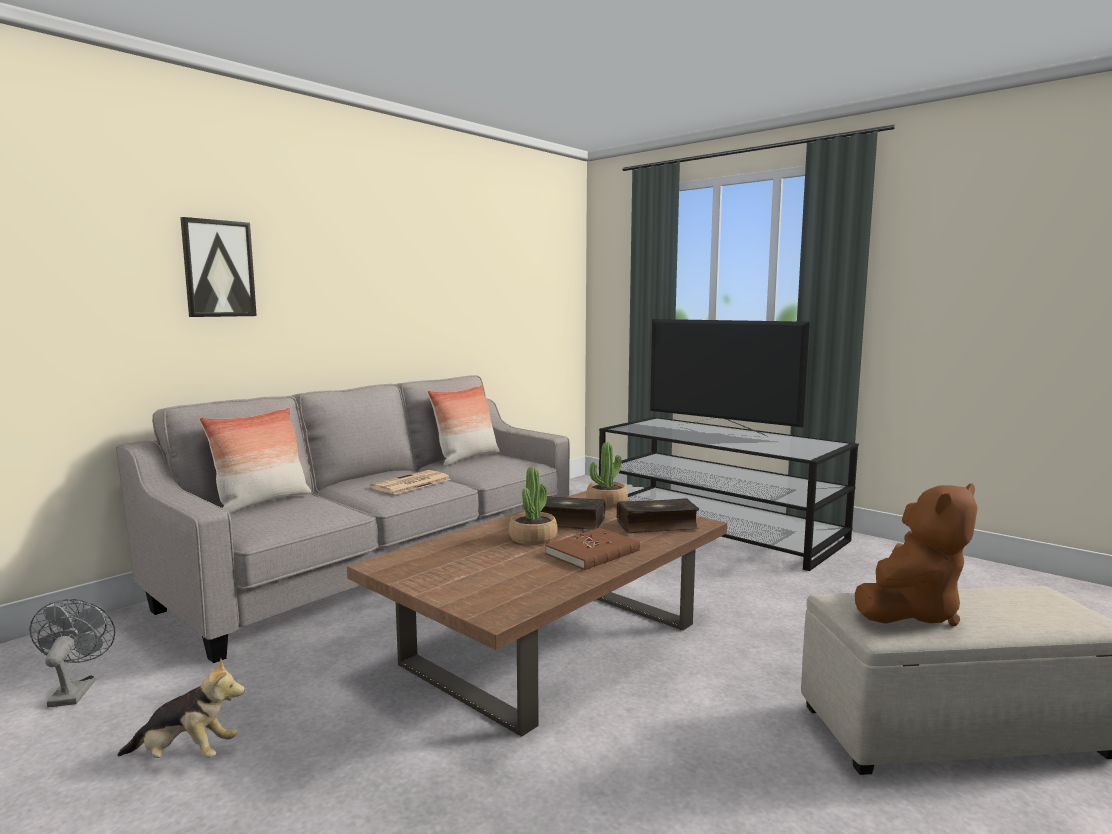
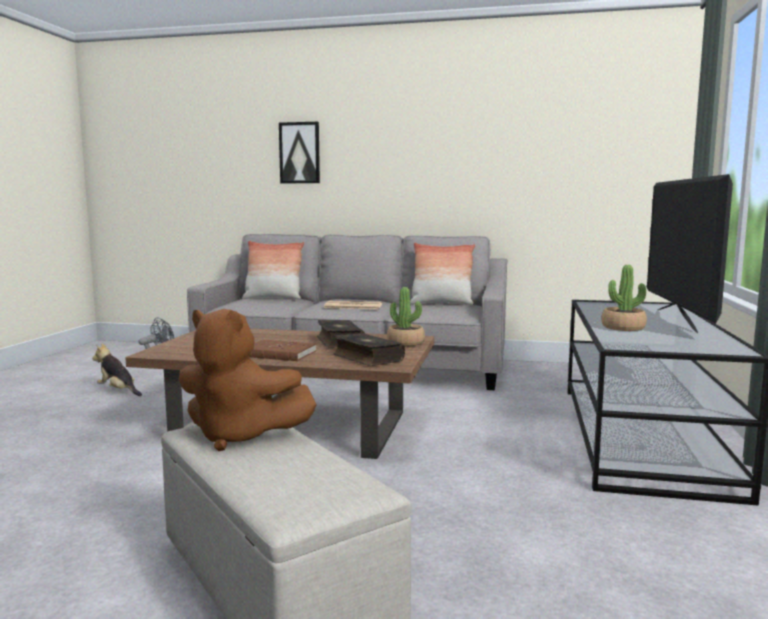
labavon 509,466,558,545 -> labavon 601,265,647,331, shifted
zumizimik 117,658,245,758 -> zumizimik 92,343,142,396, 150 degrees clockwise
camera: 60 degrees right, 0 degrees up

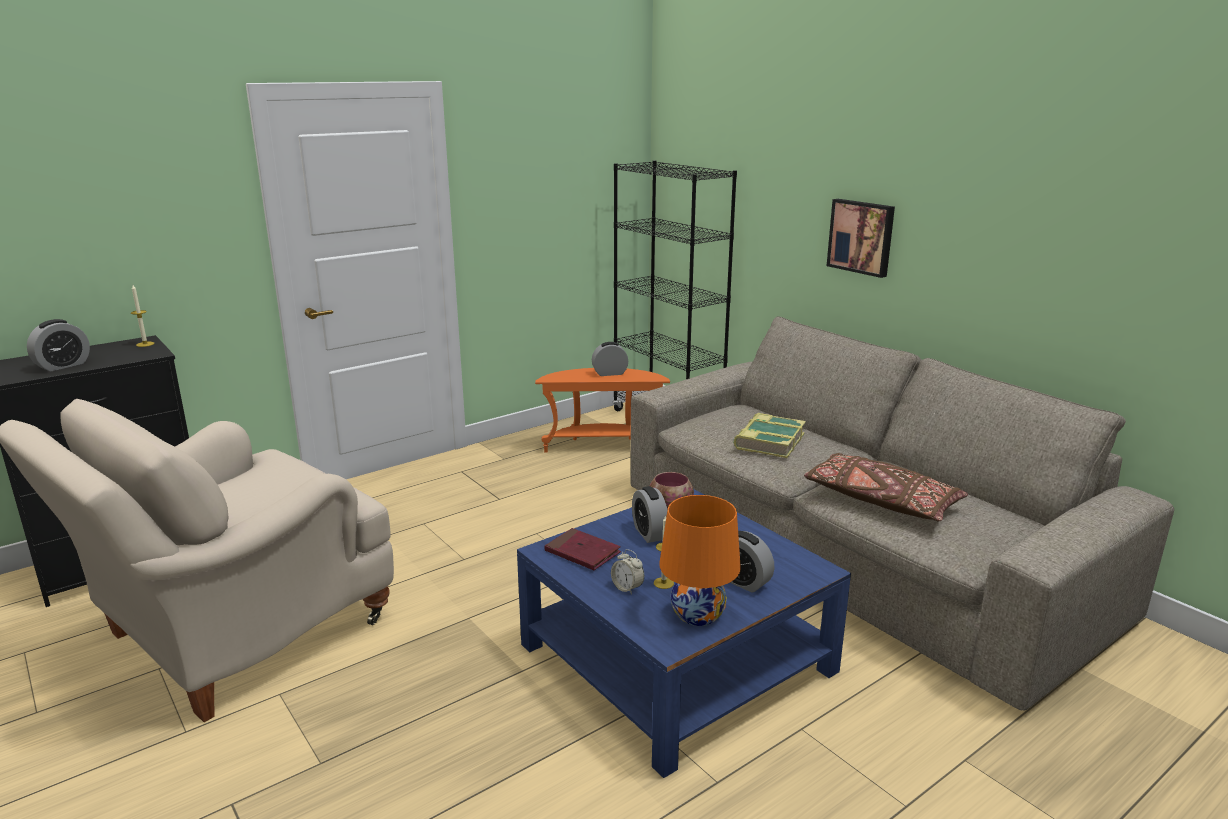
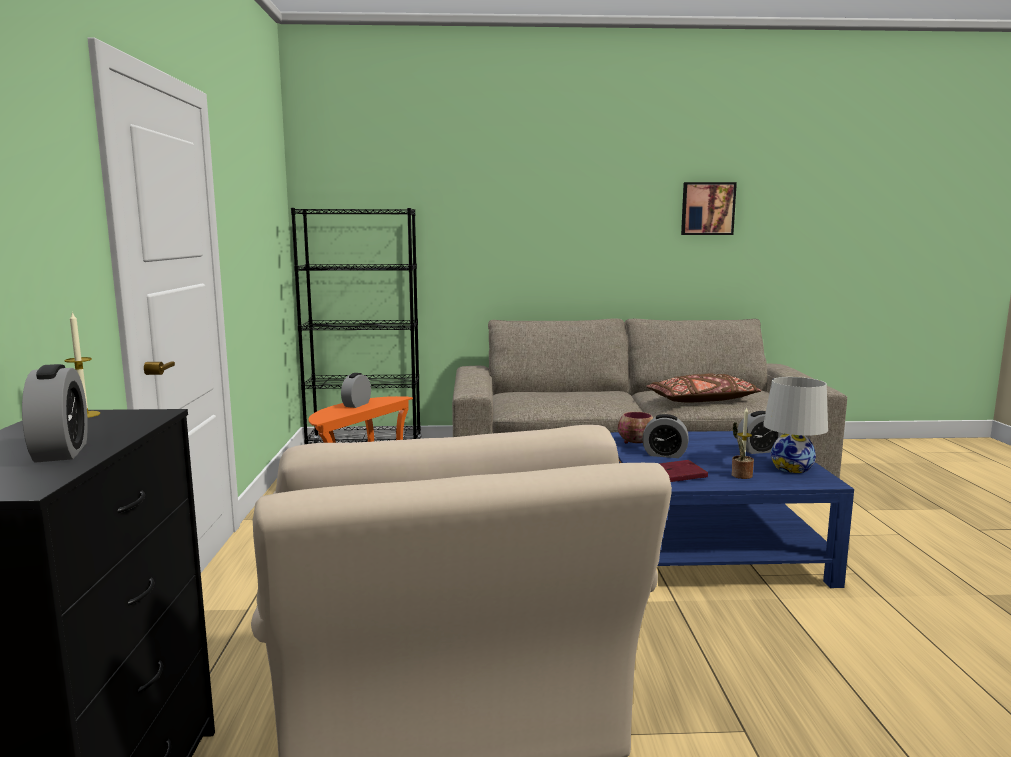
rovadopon 827,199,895,278 -> rovadopon 681,182,737,235, shifted
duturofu 733,413,806,458 -> none
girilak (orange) 659,495,741,626 -> girilak (white) 763,377,828,473
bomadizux 611,549,644,595 -> labavon 732,422,754,479
camera: 55 degrees left, 10 degrees down

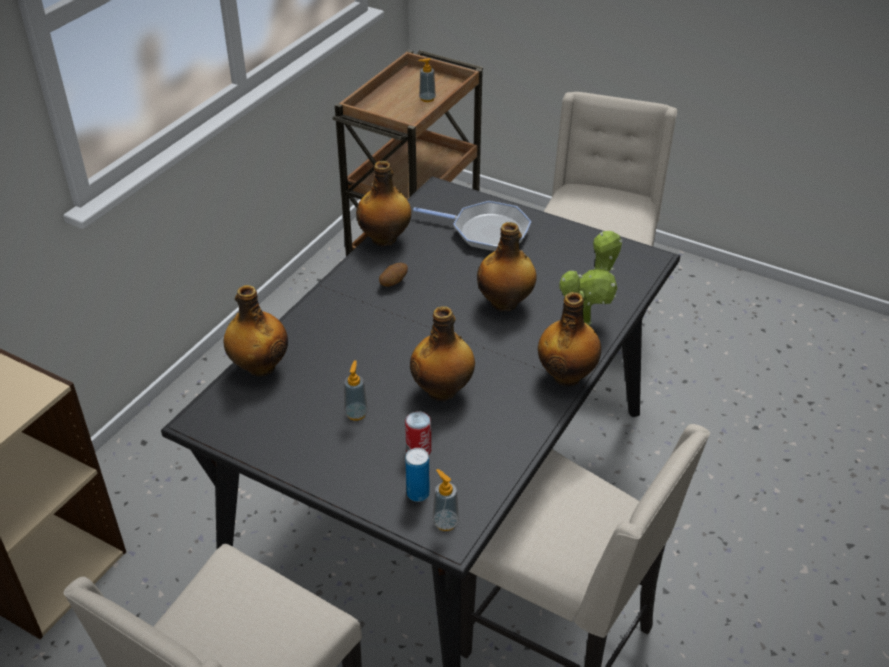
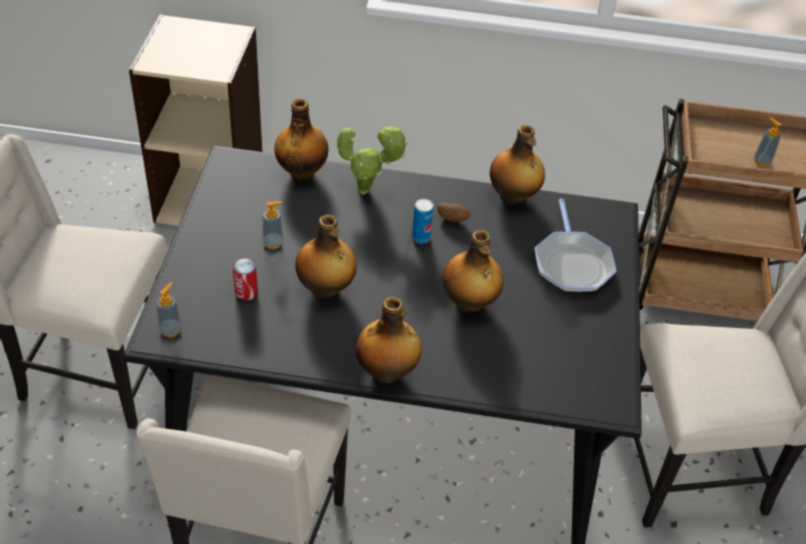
labavon 559,231,622,325 -> labavon 337,124,408,195, shifted
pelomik 405,448,430,502 -> pelomik 412,199,433,243, shifted
camera: 65 degrees right, 5 degrees up

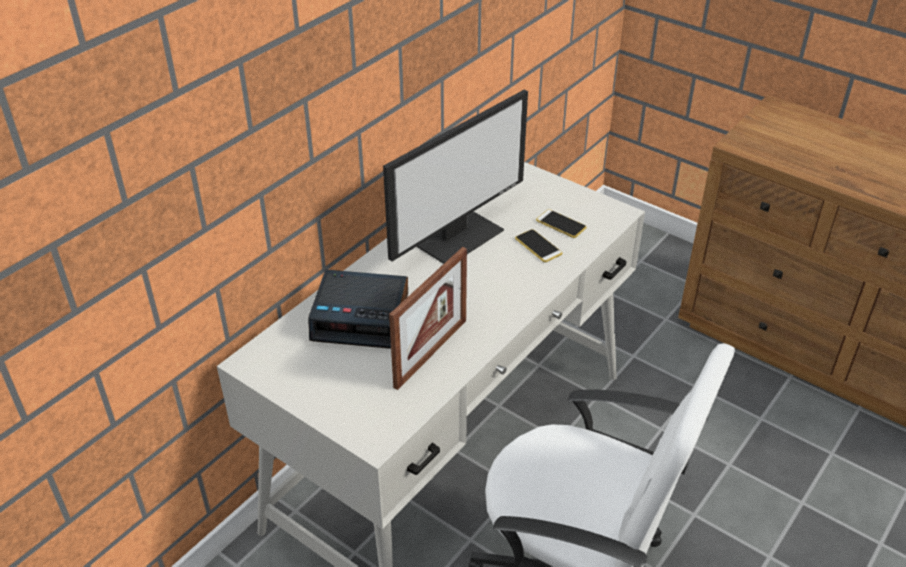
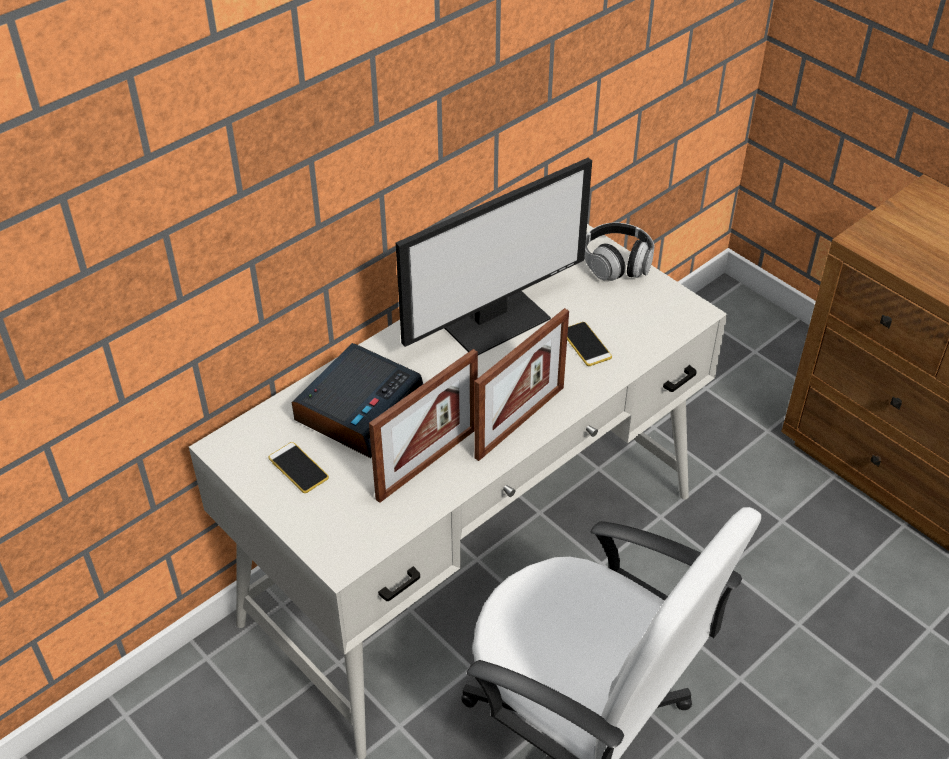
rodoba 536,209,587,238 -> rodoba 268,442,329,493, shifted
bomadizux 308,270,408,349 -> bomadizux 292,343,423,458, 75 degrees counterclockwise
none -> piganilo 584,223,655,281
none -> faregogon 474,308,569,461
camera: 10 degrees right, 5 degrees up

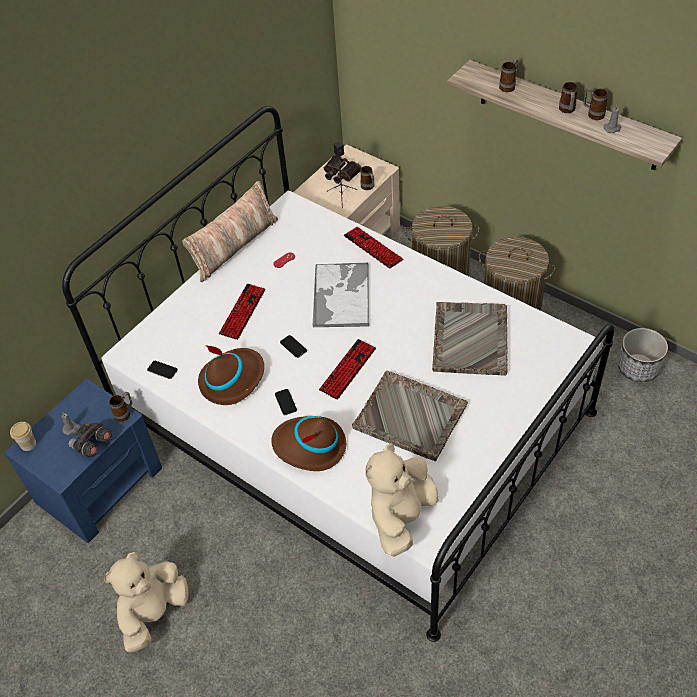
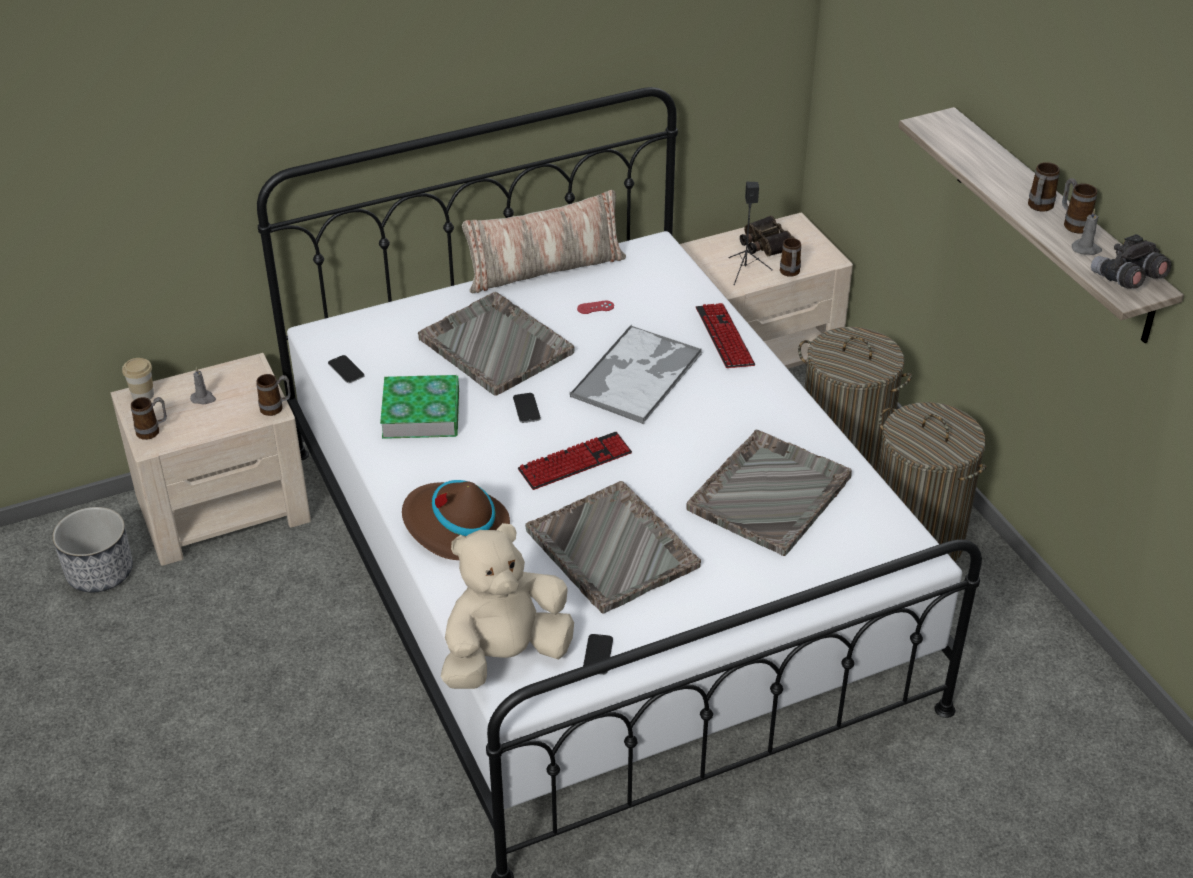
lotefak 499,58,518,92 -> lotefak 131,397,167,440, shifted
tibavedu 219,284,266,340 -> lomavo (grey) 418,292,575,396
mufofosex 618,328,668,382 -> mufofosex 52,507,133,592, shifted
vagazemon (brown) 198,345,264,405 -> duturofu 380,375,459,439
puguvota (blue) 4,378,162,543 -> puguvota (beige) 111,353,311,566
rodoba 275,389,297,415 -> rodoba 583,634,613,675, shifted
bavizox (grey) 68,423,112,457 -> bavizox (grey) 1091,234,1171,289, shifted
zumizimik (beige) 104,552,189,653 -> none
camera: 25 degrees right, 10 degrees down

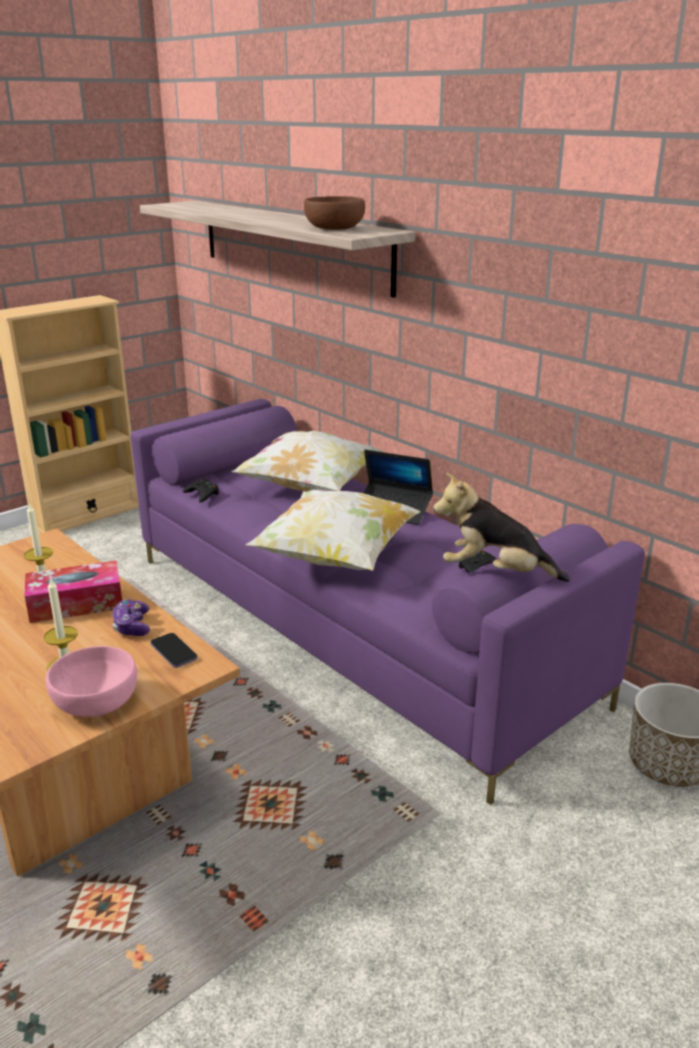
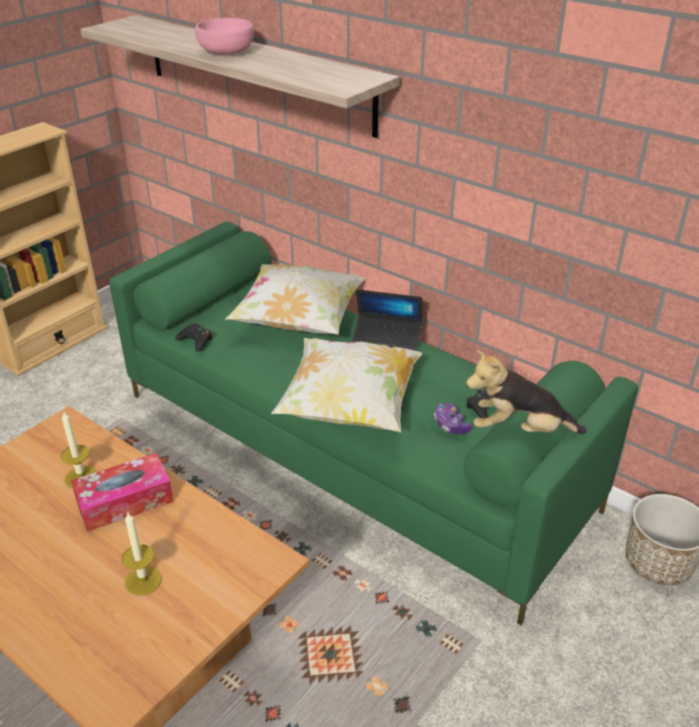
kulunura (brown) 304,196,365,230 -> none
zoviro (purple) 131,399,645,805 -> zoviro (green) 109,222,638,625
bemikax 113,599,150,636 -> bemikax 434,403,472,434, shifted
rodoba 150,633,198,668 -> none
kulunura (pink) 46,646,137,717 -> kulunura (pink) 195,18,254,55, shifted
camera: 10 degrees left, 10 degrees up

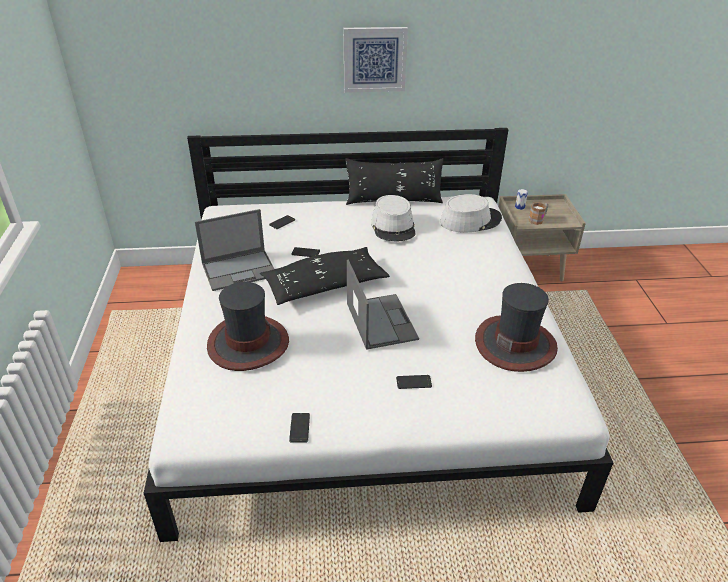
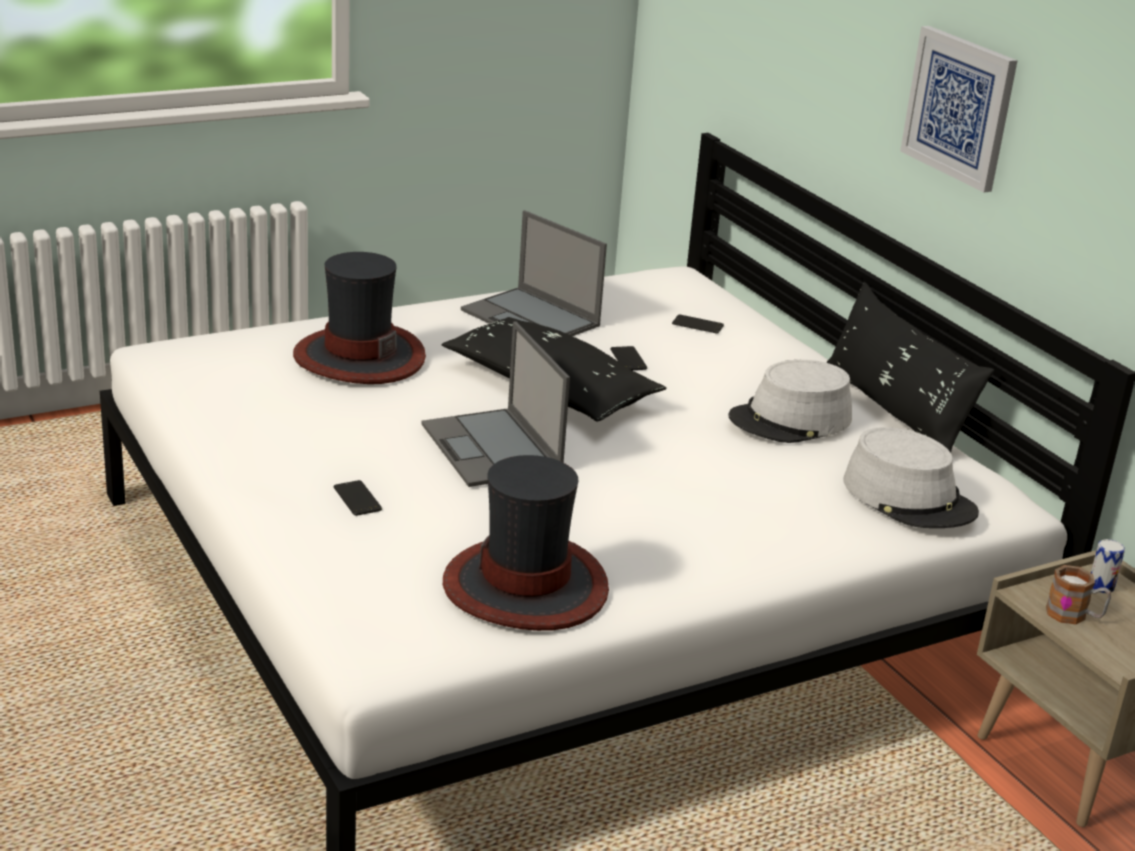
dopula 347,260,419,350 -> dopula 421,321,570,487, 105 degrees clockwise
rodoba 289,413,310,443 -> none
camera: 65 degrees right, 10 degrees down

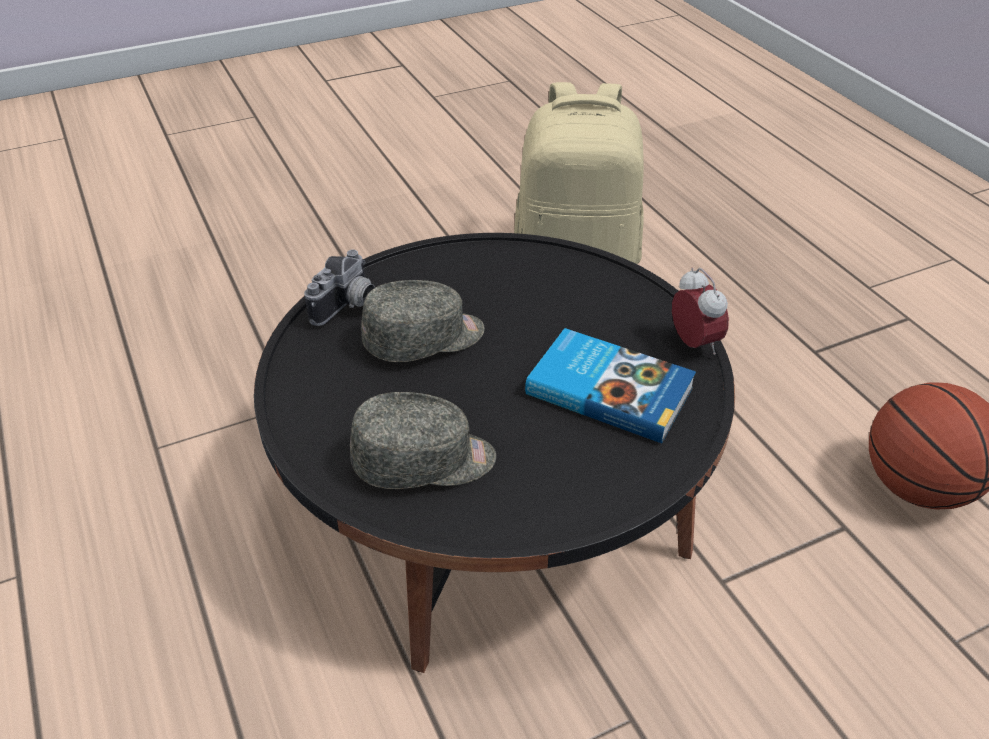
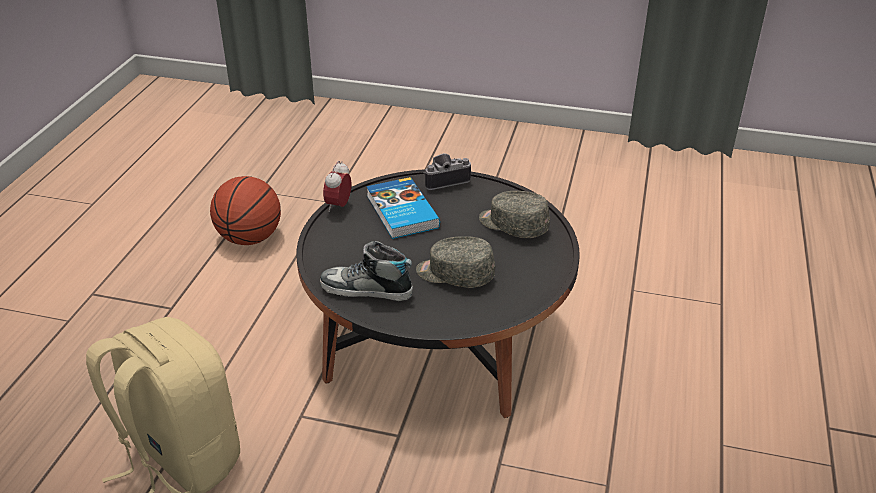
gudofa 304,250,375,326 -> gudofa 423,153,471,190, shifted
none -> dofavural 320,241,413,301
camera: 140 degrees left, 5 degrees down

